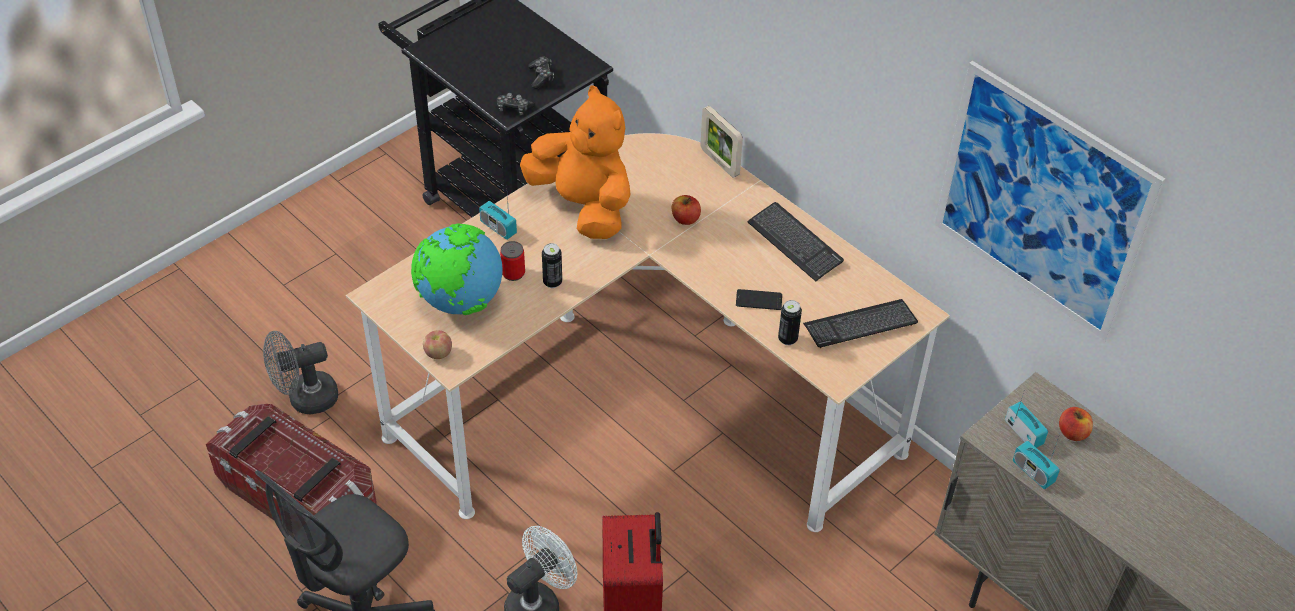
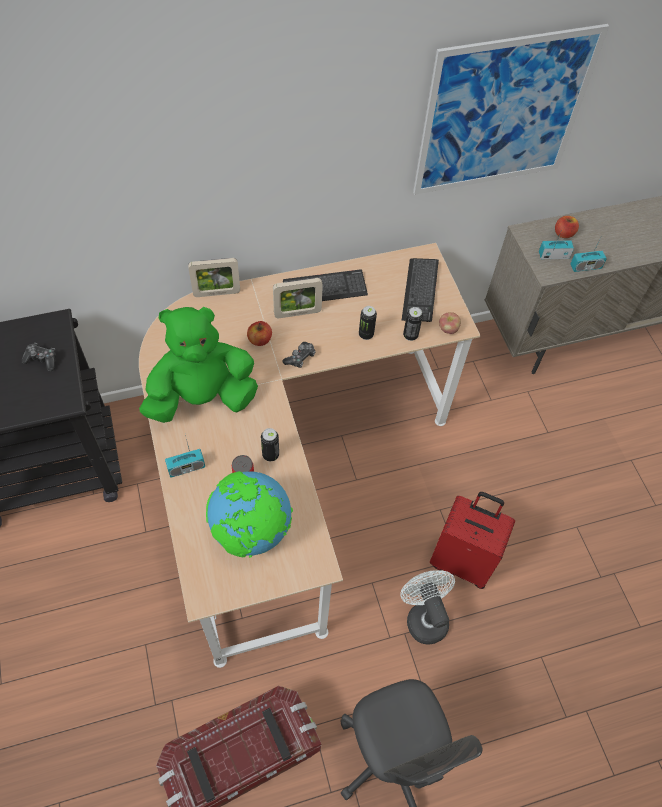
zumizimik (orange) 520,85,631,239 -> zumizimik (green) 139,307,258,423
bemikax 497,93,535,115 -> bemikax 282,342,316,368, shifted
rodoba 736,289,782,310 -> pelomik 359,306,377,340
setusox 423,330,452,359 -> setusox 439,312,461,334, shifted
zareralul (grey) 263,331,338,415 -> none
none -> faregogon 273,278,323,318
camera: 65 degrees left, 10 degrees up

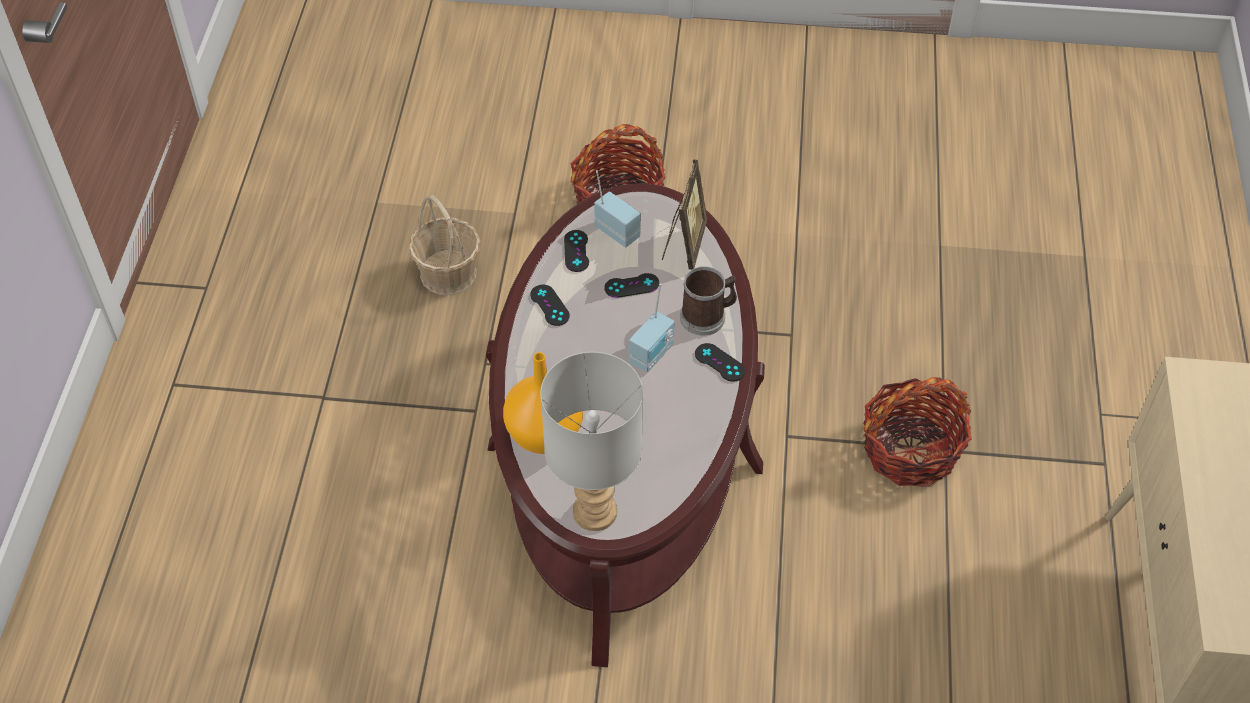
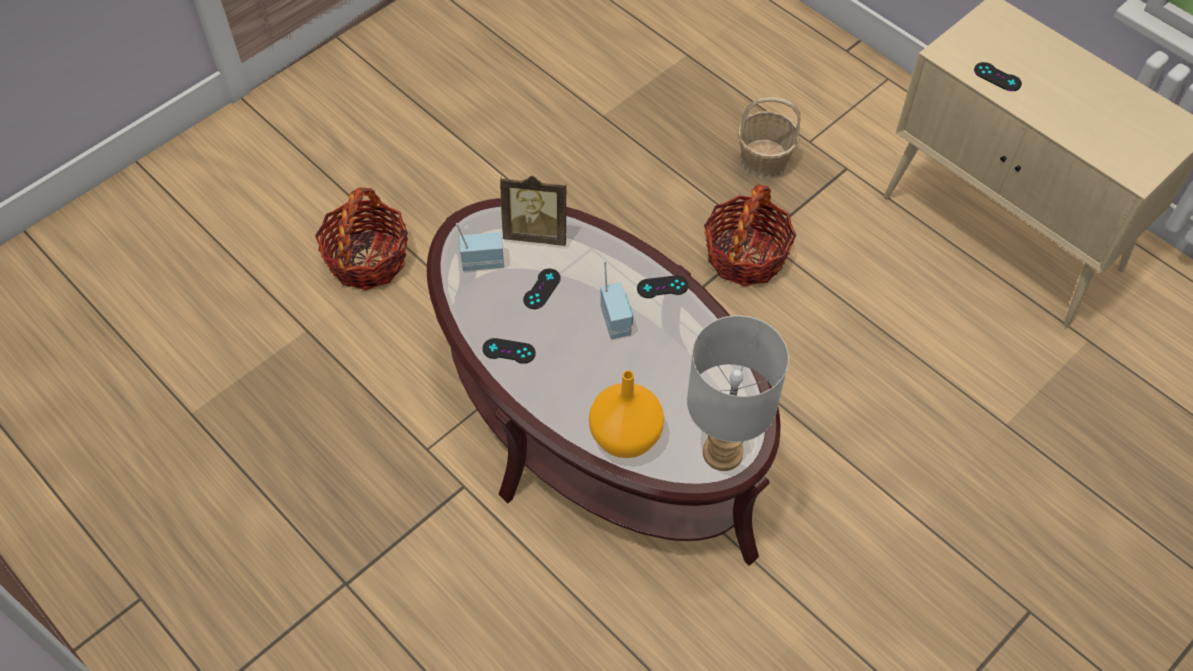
faregogon 662,160,707,270 -> faregogon 500,176,566,246, 135 degrees clockwise
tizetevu 409,195,480,295 -> tizetevu 737,97,800,179, shifted
bemikax (black) 564,230,589,272 -> bemikax (black) 974,62,1022,91, shifted
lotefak 680,266,737,335 -> none
camera: 50 degrees left, 5 degrees up

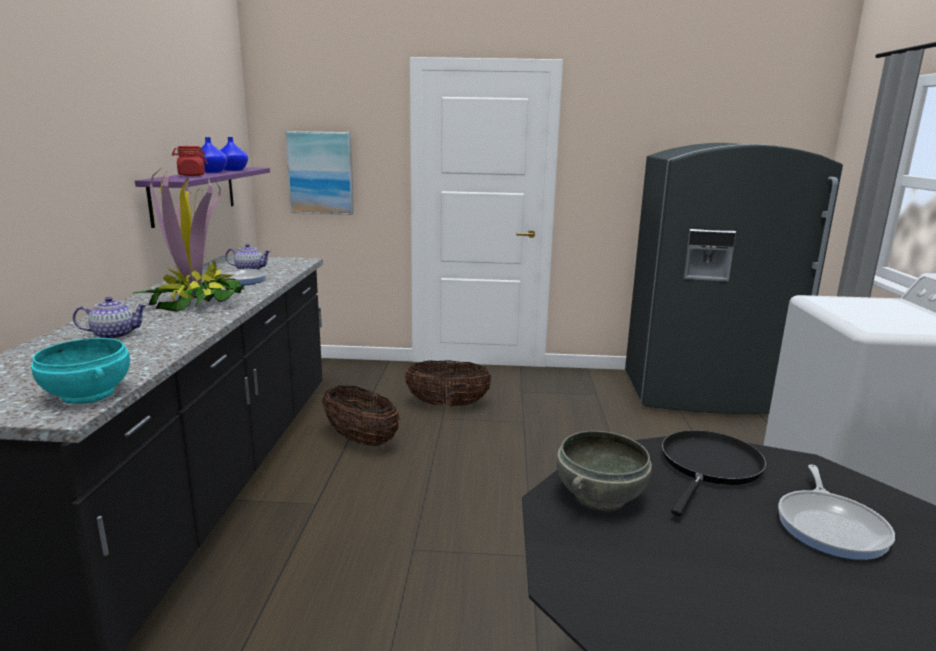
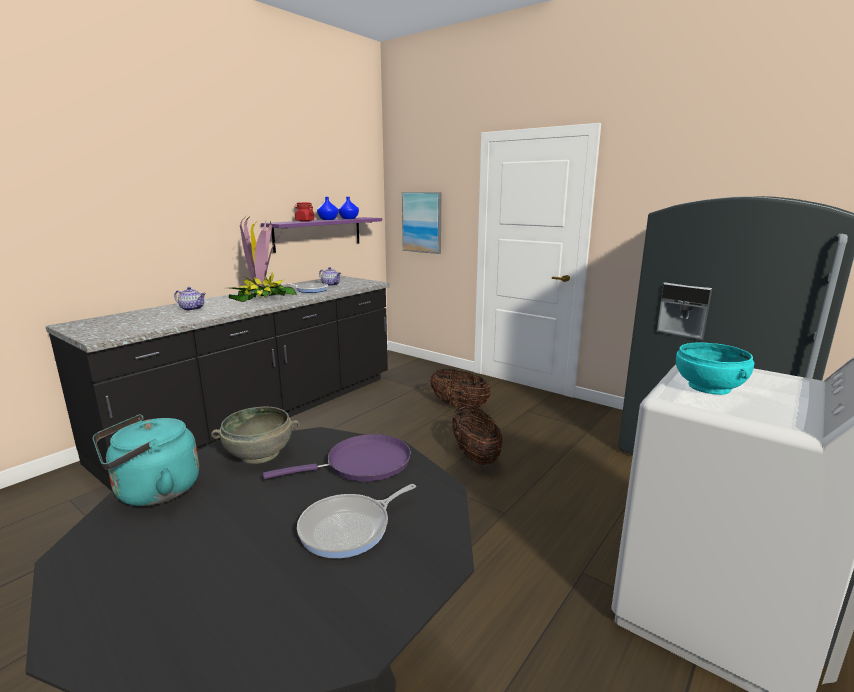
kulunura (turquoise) 31,338,130,404 -> kulunura (turquoise) 676,342,754,395, shifted
tizetevu 322,385,400,446 -> tizetevu 452,406,502,465, shifted
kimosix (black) 662,430,766,516 -> kimosix (purple) 263,434,411,481
none -> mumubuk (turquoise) 93,414,199,506
camera: 35 degrees right, 0 degrees up

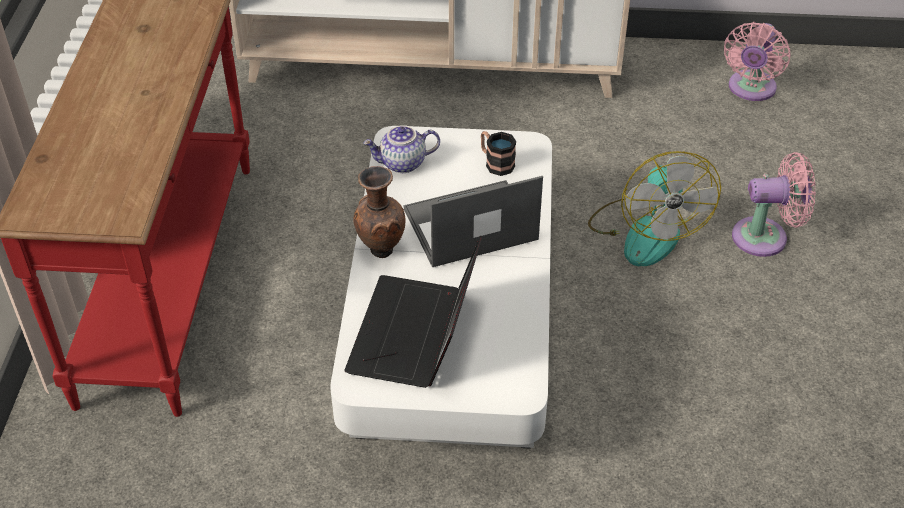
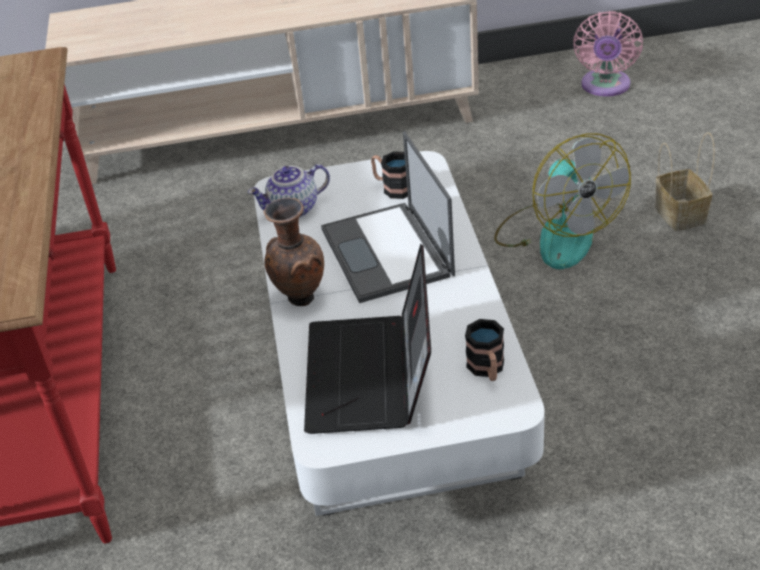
zareralul (pink) 732,152,816,257 -> tizetevu 655,132,715,231
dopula 404,176,543,267 -> dopula 321,131,455,303, 75 degrees counterclockwise
none -> lotefak 465,319,504,381
camera: 10 degrees left, 5 degrees down

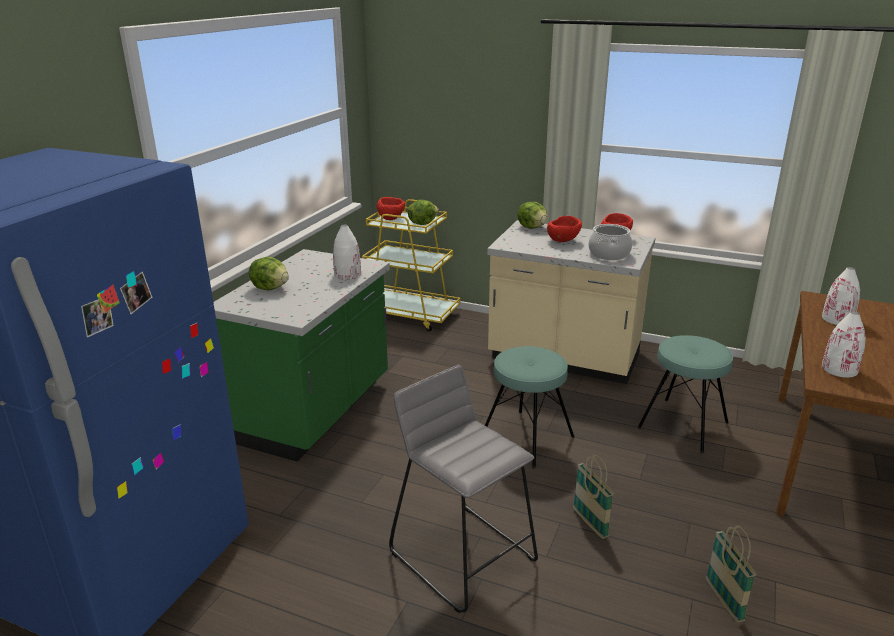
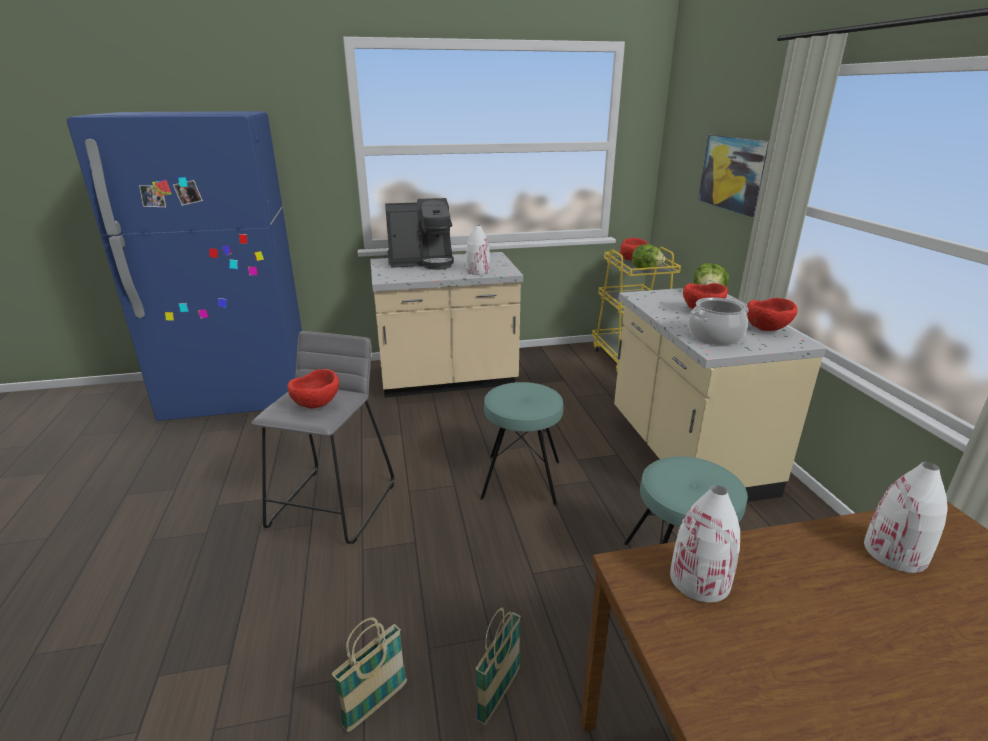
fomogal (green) 213,249,390,462 -> fomogal (beige) 370,252,523,398
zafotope 249,257,289,290 -> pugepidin 385,198,454,270
tizetevu 573,455,614,539 -> tizetevu 476,608,521,725, shifted
none -> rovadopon 698,135,769,218
none -> kulunura (red) 287,369,339,409
camera: 55 degrees right, 0 degrees up

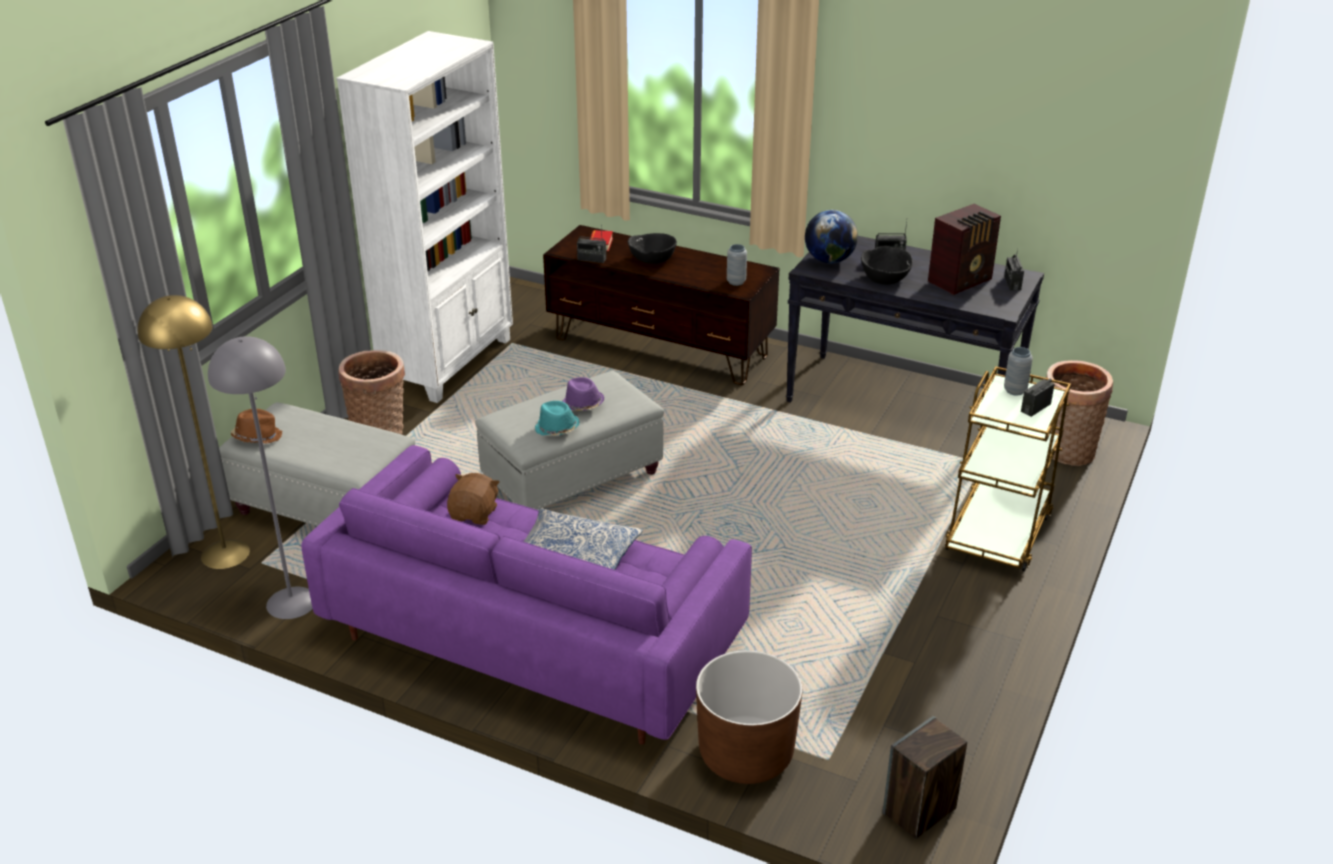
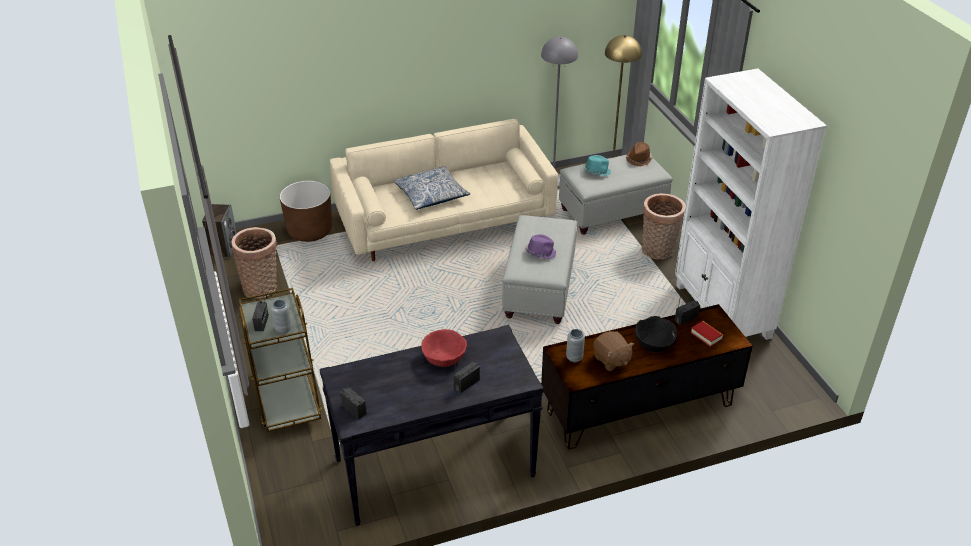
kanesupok 928,204,1001,295 -> none
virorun 805,210,858,263 -> none
kulunura (black) 861,246,913,285 -> kulunura (red) 421,329,467,367
tizetevu 1046,360,1113,466 -> tizetevu 231,227,277,299, shifted
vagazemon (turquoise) 535,401,580,436 -> vagazemon (turquoise) 583,155,611,176, shifted
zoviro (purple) 301,445,752,745 -> zoviro (beige) 329,119,558,261
zumizimik (brown) 447,473,500,525 -> zumizimik (brown) 593,331,634,371, shifted
camera: 135 degrees right, 5 degrees up

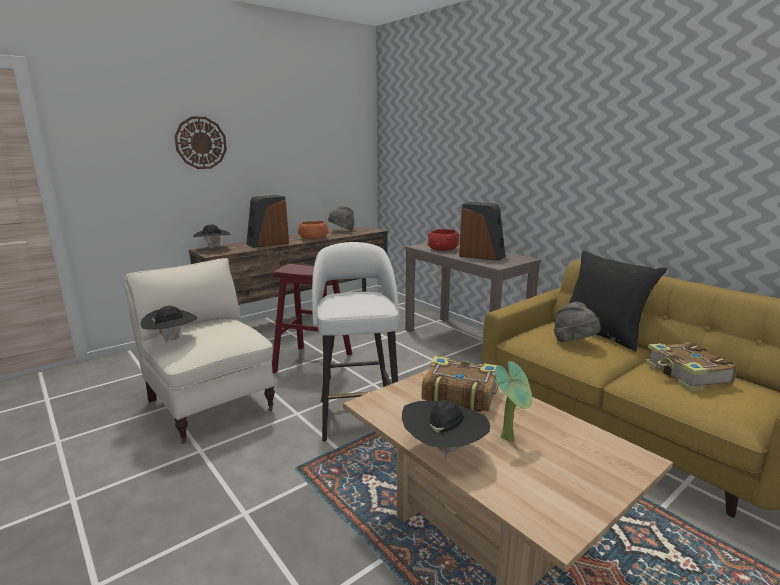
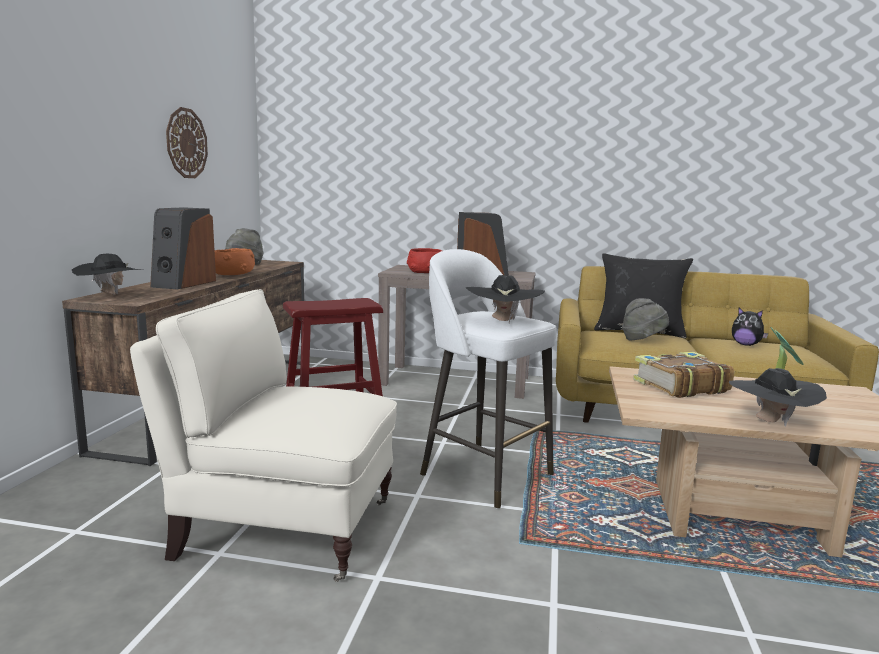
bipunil 174,116,227,169 -> bipunil 166,107,208,178, shifted
vagazemon (black) 140,306,197,343 -> vagazemon (black) 465,275,545,324, shifted
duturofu 645,342,737,391 -> zumizimik 732,308,769,346
camera: 40 degrees left, 5 degrees down

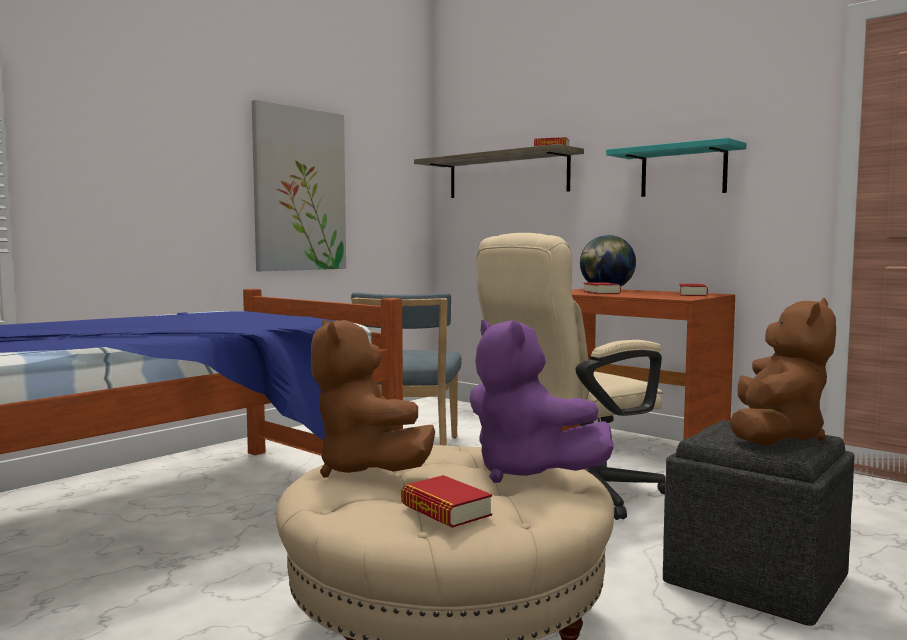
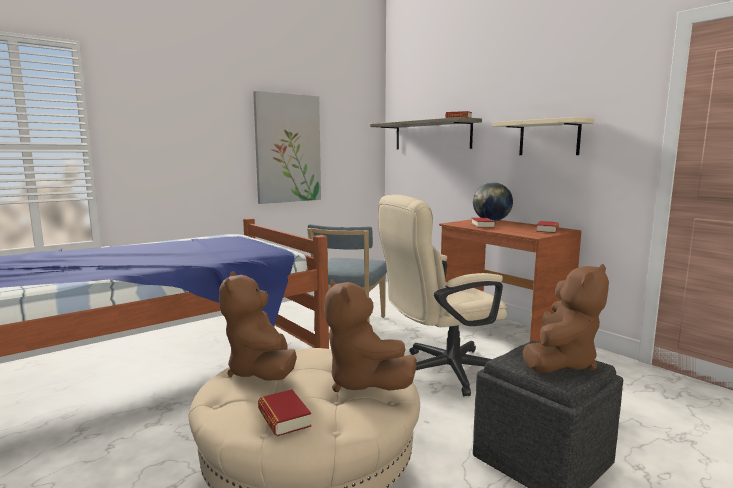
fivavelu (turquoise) 606,138,746,197 -> fivavelu (beige) 492,117,595,155
zumizimik (purple) 470,320,614,483 -> zumizimik (brown) 324,279,417,392
camera: 10 degrees right, 5 degrees up

